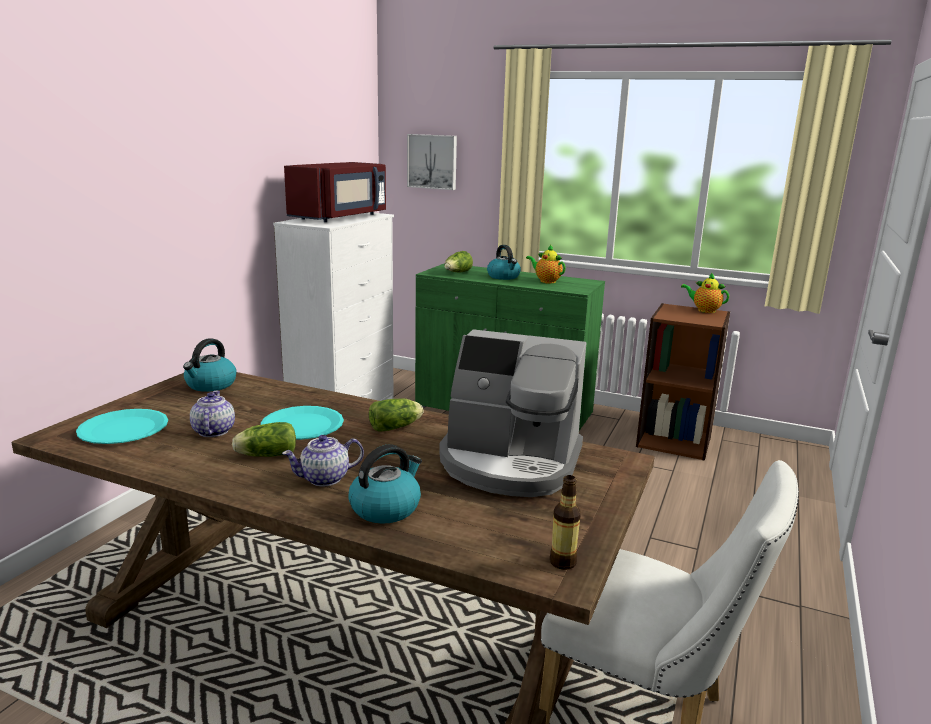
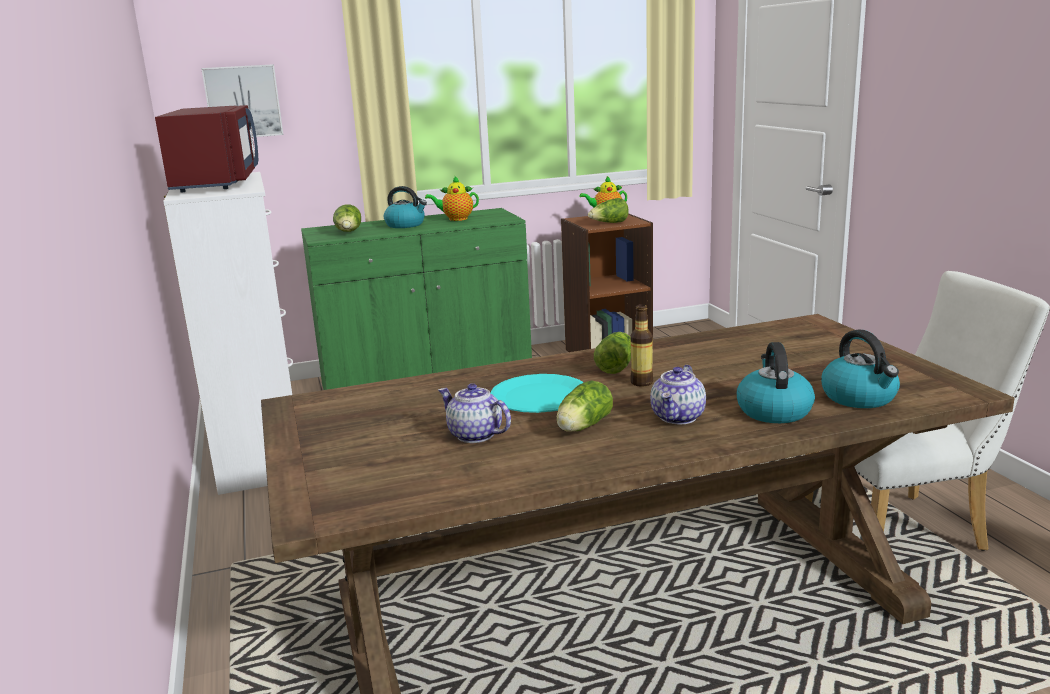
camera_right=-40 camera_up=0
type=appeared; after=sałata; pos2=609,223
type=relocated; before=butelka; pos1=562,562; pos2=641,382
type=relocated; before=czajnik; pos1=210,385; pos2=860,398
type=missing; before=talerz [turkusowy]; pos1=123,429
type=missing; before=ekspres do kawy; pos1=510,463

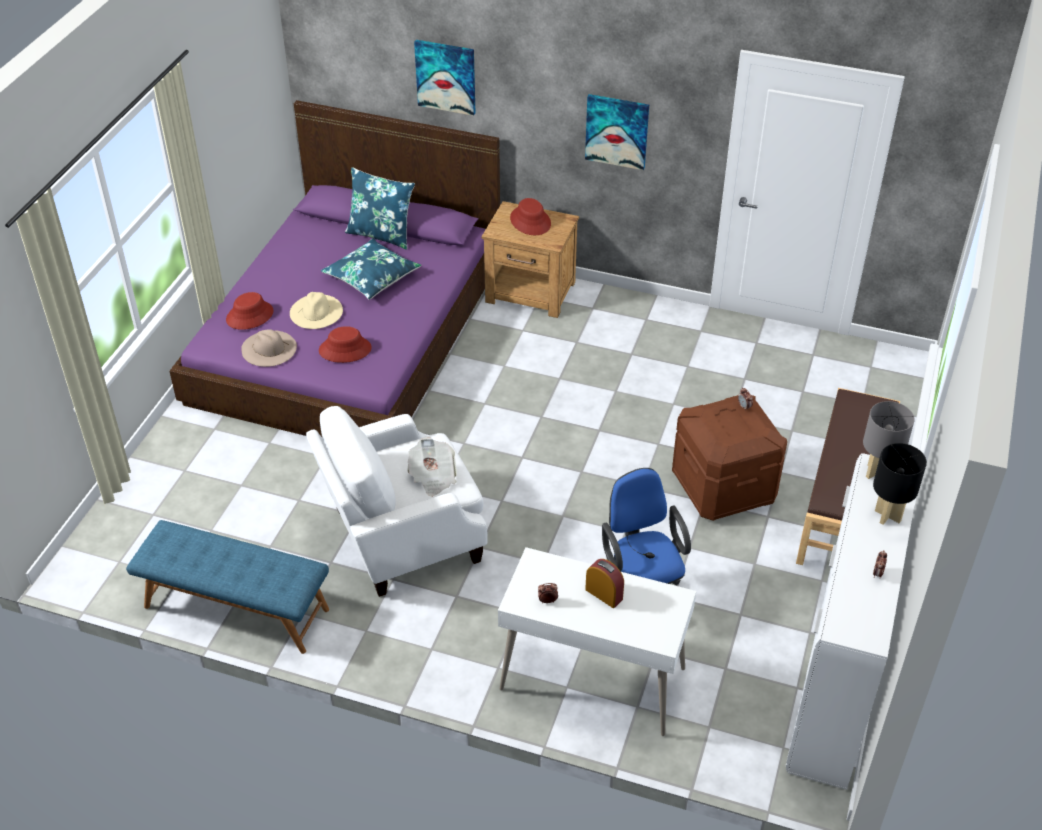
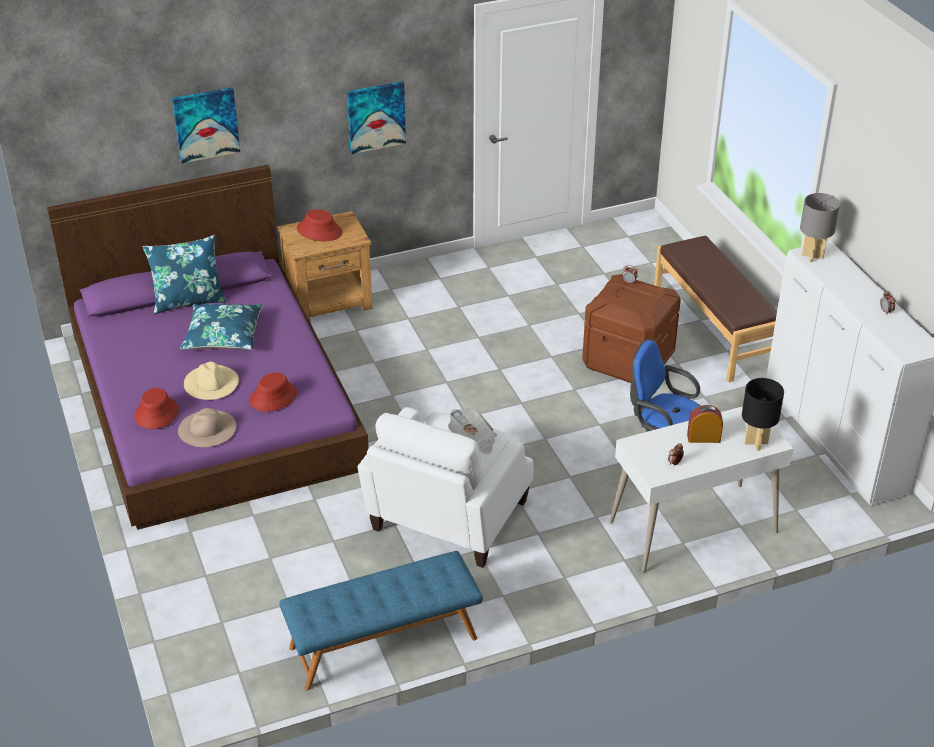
camera_right=-40 camera_up=-5
type=relocated; before=lampa stołowa [czarny]; pos1=887,515; pos2=755,443

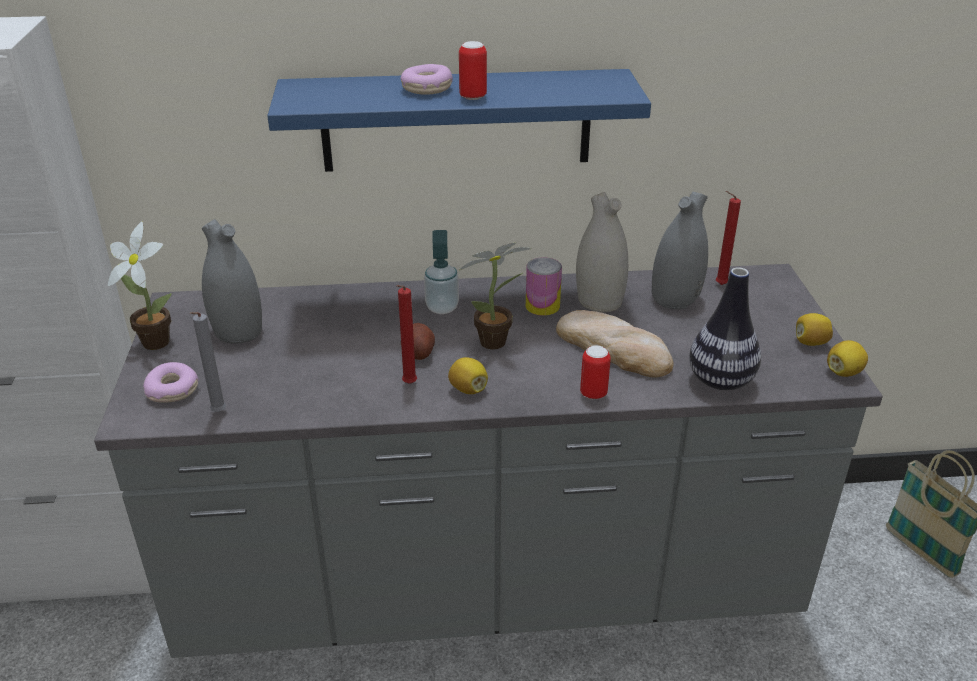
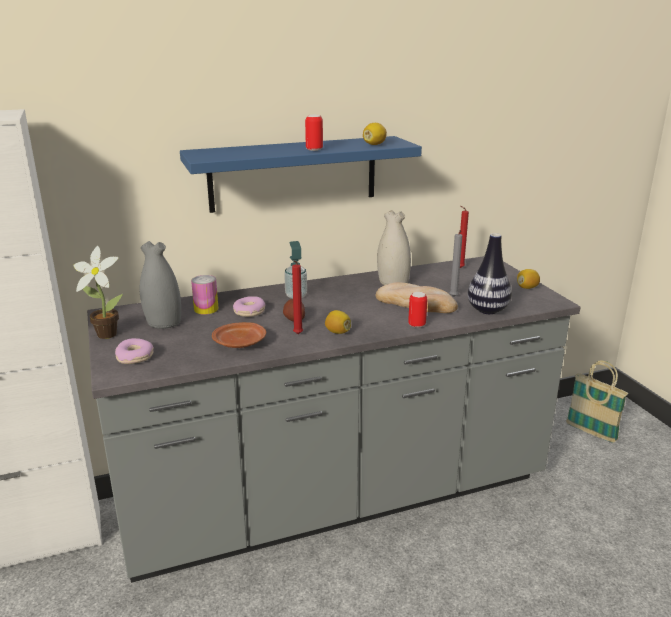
camera_right=-15 camera_up=-10
type=relocated; before=puszka; pos1=542,306; pos2=206,309
type=appeared; after=talerz [brązowy]; pos2=240,343
type=relocated; before=donut; pos1=427,88; pos2=249,312
type=relocated; before=cytryna; pos1=843,372; pos2=374,144
type=relocated; before=świeca [szary]; pos1=217,413; pos2=453,297
type=missing; before=roślina doniczkowa; pos1=497,341
type=missing; before=wazon [szary]; pos1=676,297

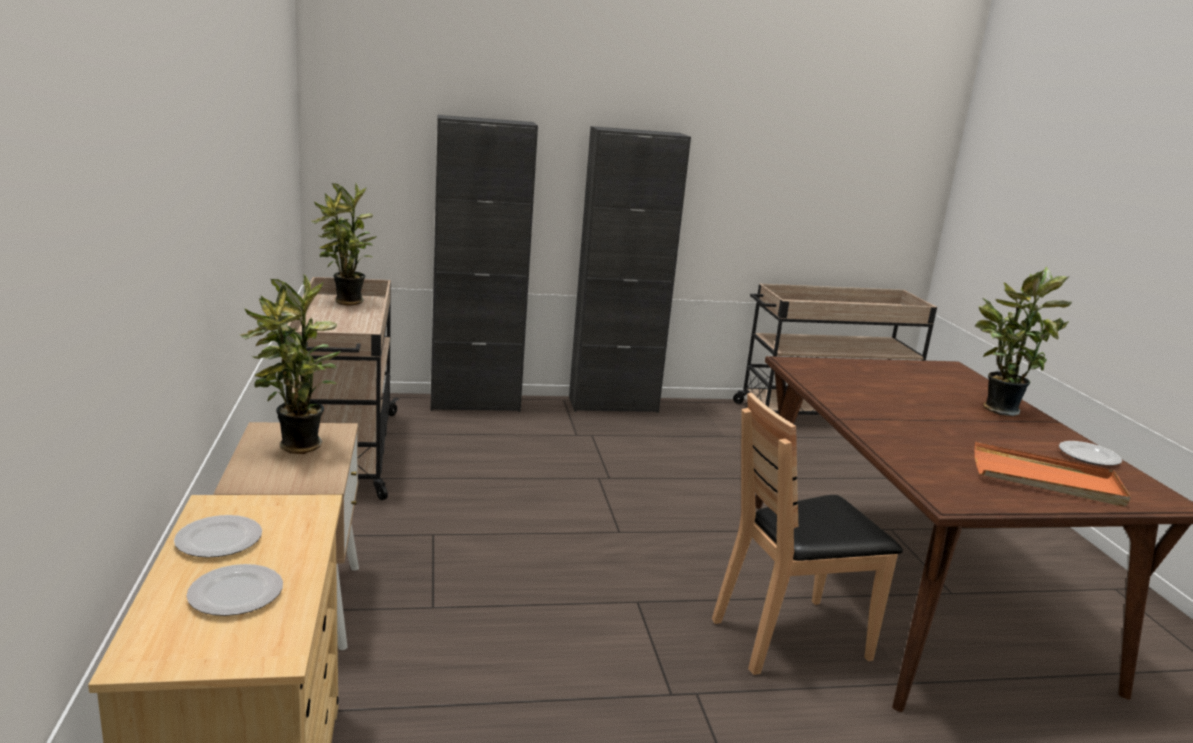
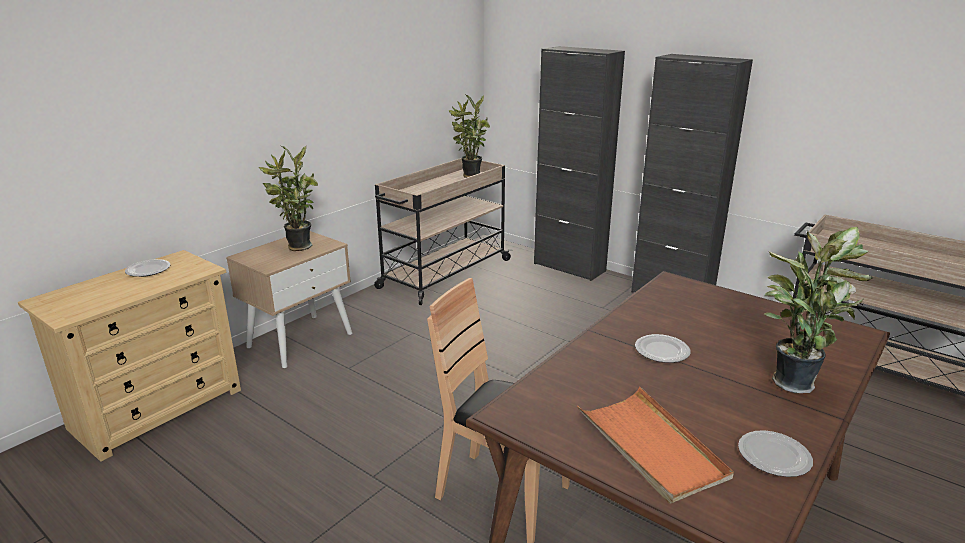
camera_right=50 camera_up=5
type=relocated; before=talerz; pos1=236,595; pos2=662,351

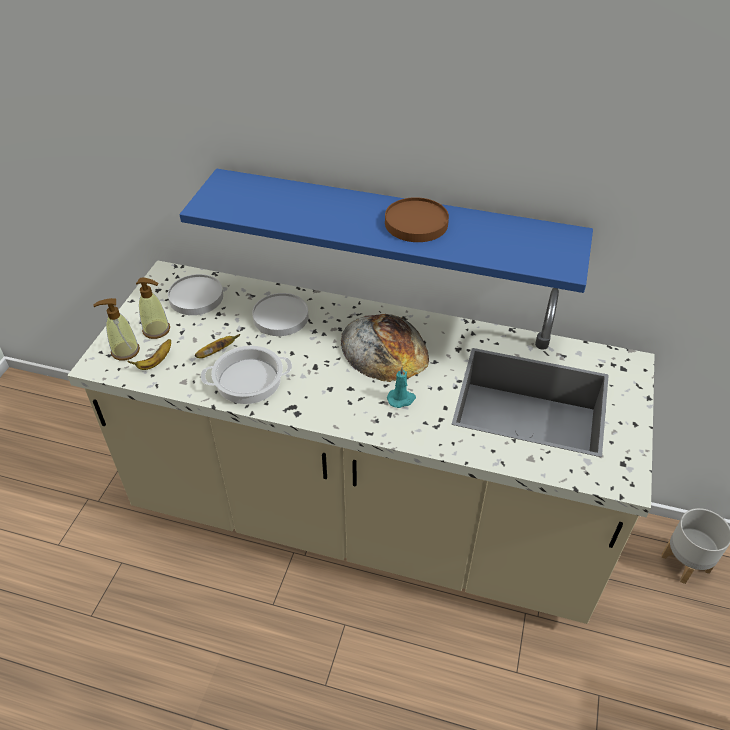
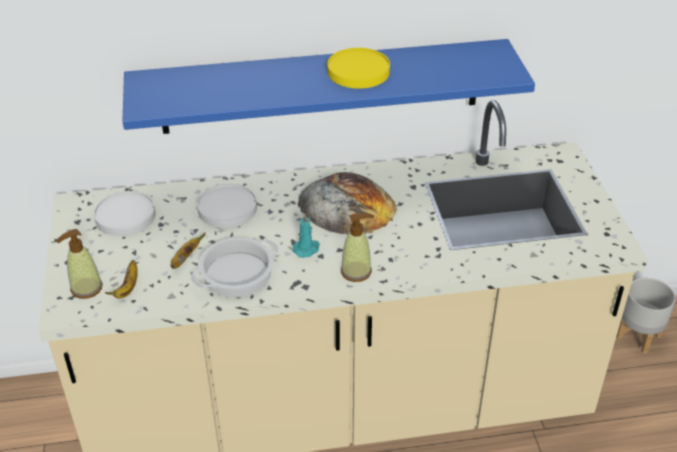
camera_right=-25 camera_up=-5
type=relocated; before=świeca [turkusowy]; pos1=401,399; pos2=307,249
type=colour; before=talerz [brązowy]; after=talerz [żółty]; pos1=416,223; pos2=359,72
type=relocated; before=dozownik mydła; pos1=156,330; pos2=356,271

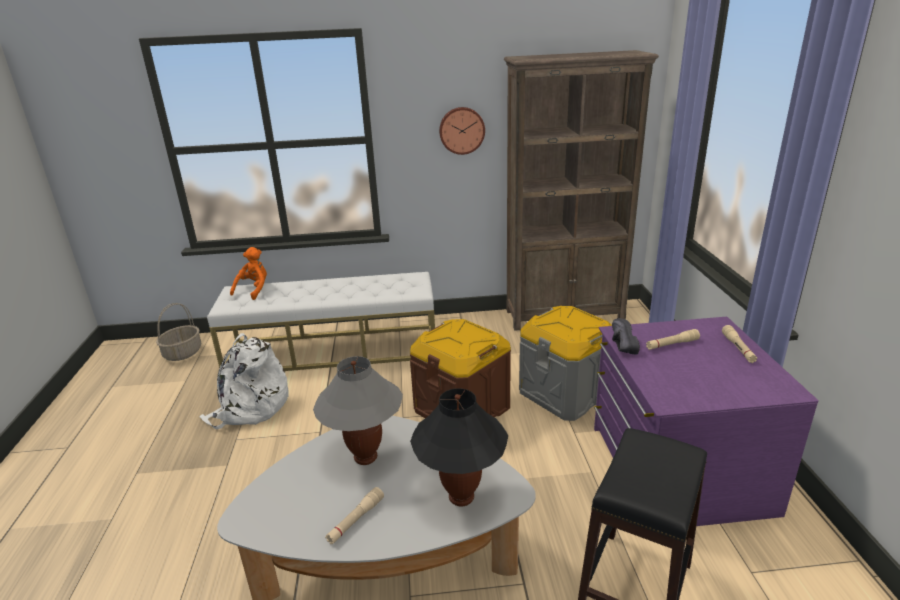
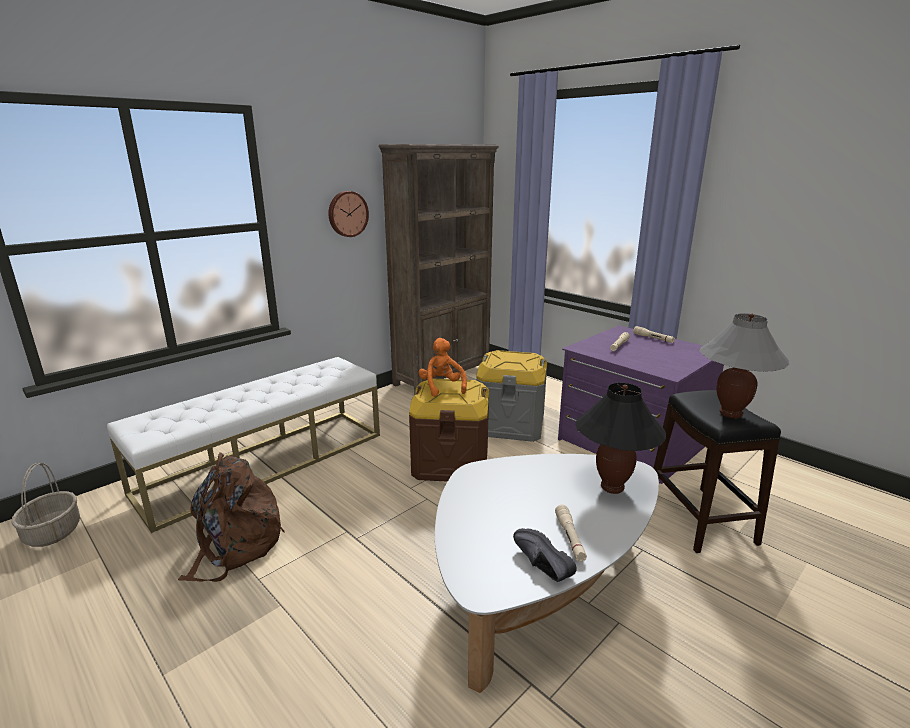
camera_right=-40 camera_up=-5
type=colour; before=plecak [biały]; after=plecak [brązowy]; pos1=250,408; pos2=235,545
type=relocated; before=pluszak [pomarańczowy]; pos1=254,290; pos2=442,387
type=relocated; before=but [czarny]; pos1=619,344; pos2=539,566
type=relocated; before=lampa stołowa [szary]; pos1=366,457; pos2=730,413

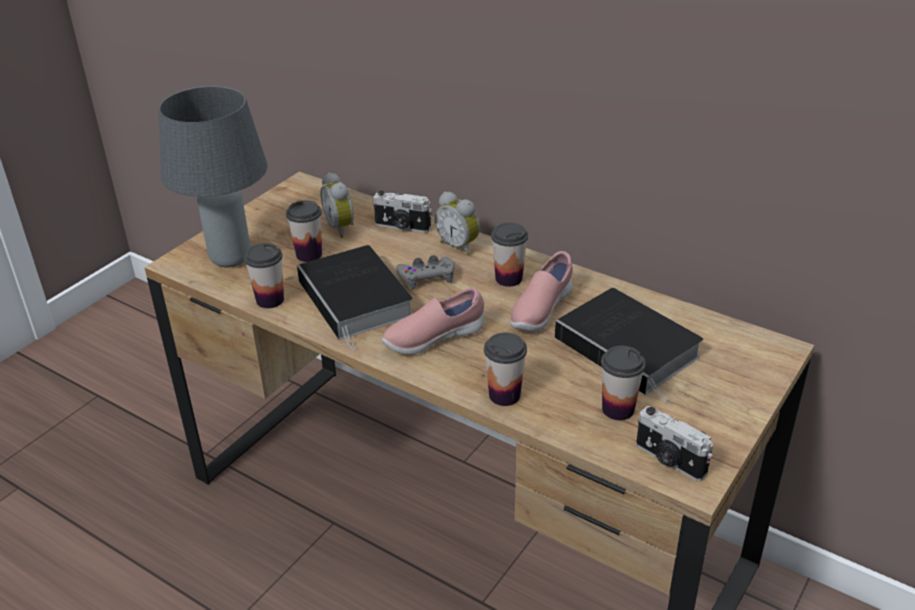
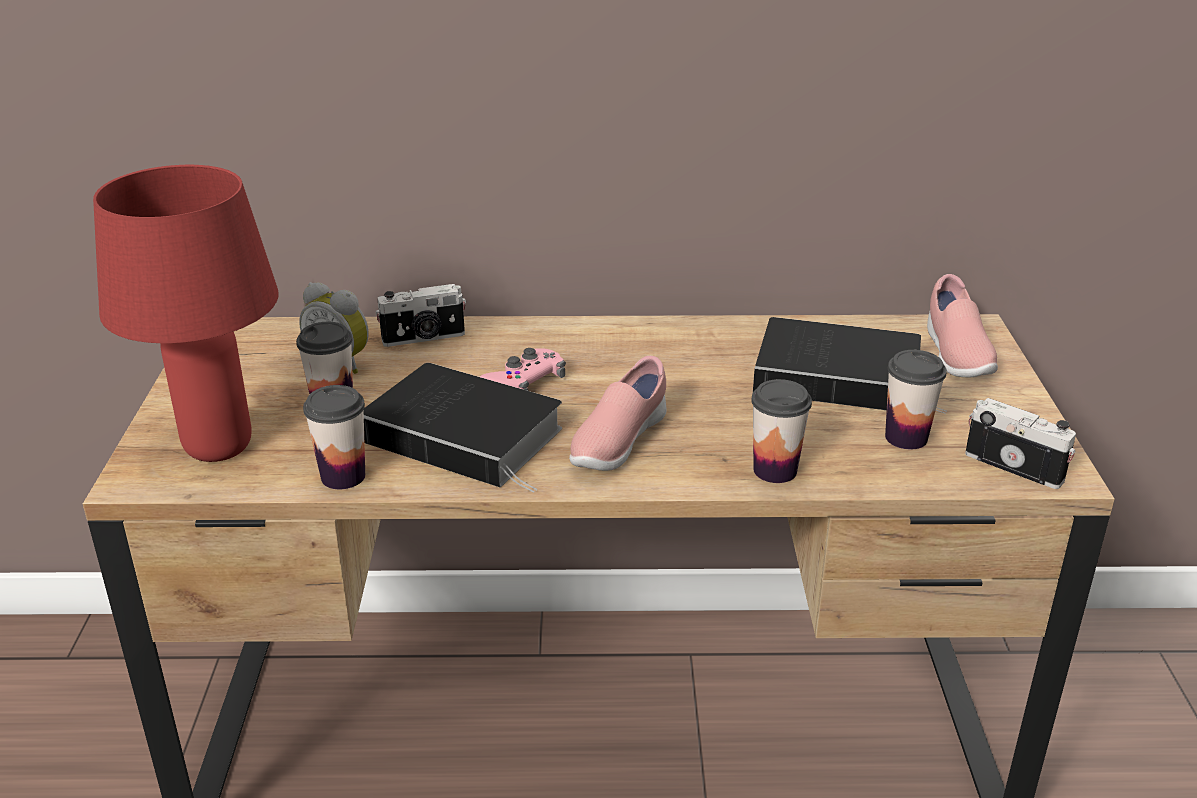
camera_right=-35 camera_up=-5
type=colour; before=lampa stołowa [szary]; after=lampa stołowa [czerwony]; pos1=230,259; pos2=219,449
type=colour; before=pad do gier [szary]; after=pad do gier [różowy]; pos1=426,277; pos2=524,381
type=relocated; before=but [różowy]; pos1=540,310; pos2=955,354
type=spun; before=aparat fotograficzny; pos1=669,460; pos2=1015,465; turn=-150
type=missing; before=budzik; pos1=459,246
type=missing; before=filiżanka; pos1=508,278

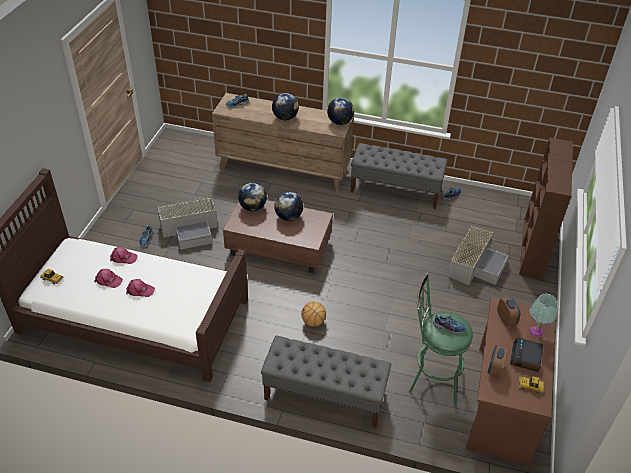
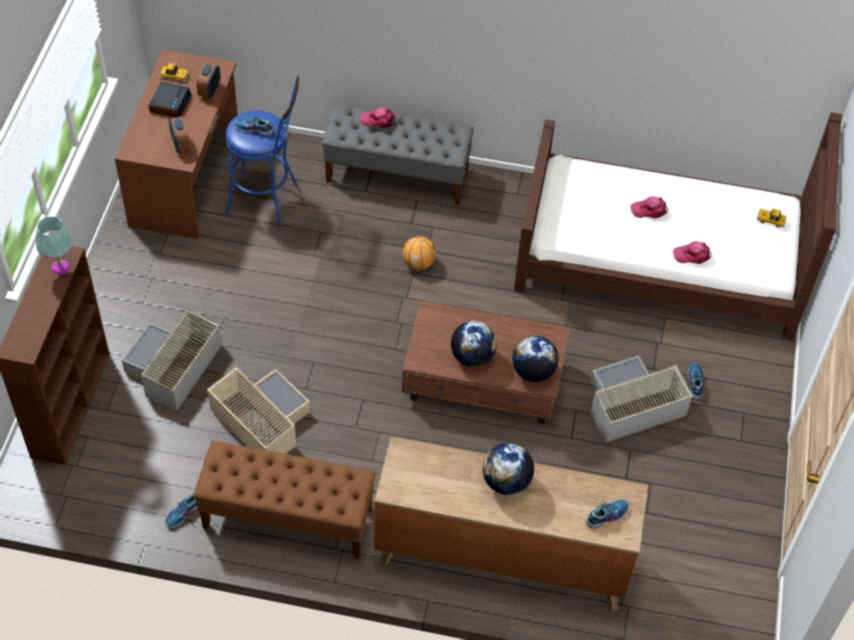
camera_right=175 camera_up=10
type=relocated; before=lampa stołowa [turkusowy]; pos1=536,331; pos2=60,267
type=colour; before=ławka [szary]; after=ławka [brązowy]; pos1=396,190; pos2=287,518
type=appeared; after=pojemnik do przechowywania [beżowy]; pos2=260,419
type=colour; before=stołek [zielony]; after=stołek [niebieski]; pos1=430,378; pos2=268,200
type=relocated; before=czapka z daszkiem [różowy]; pos1=108,280; pos2=378,120
type=missing; before=globus; pos1=340,122

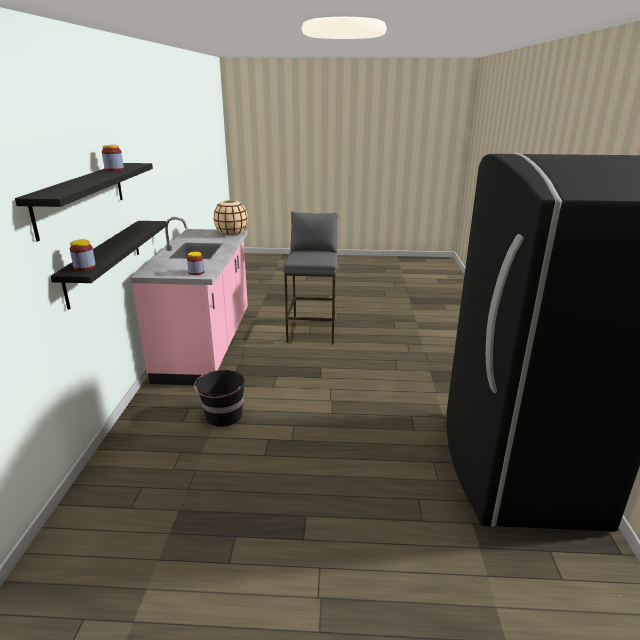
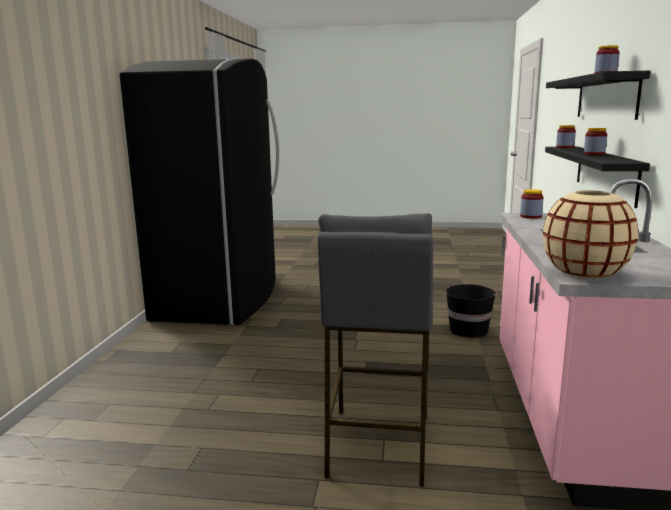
camera_right=-175 camera_up=-10
type=appeared; after=słoik; pos2=594,154

